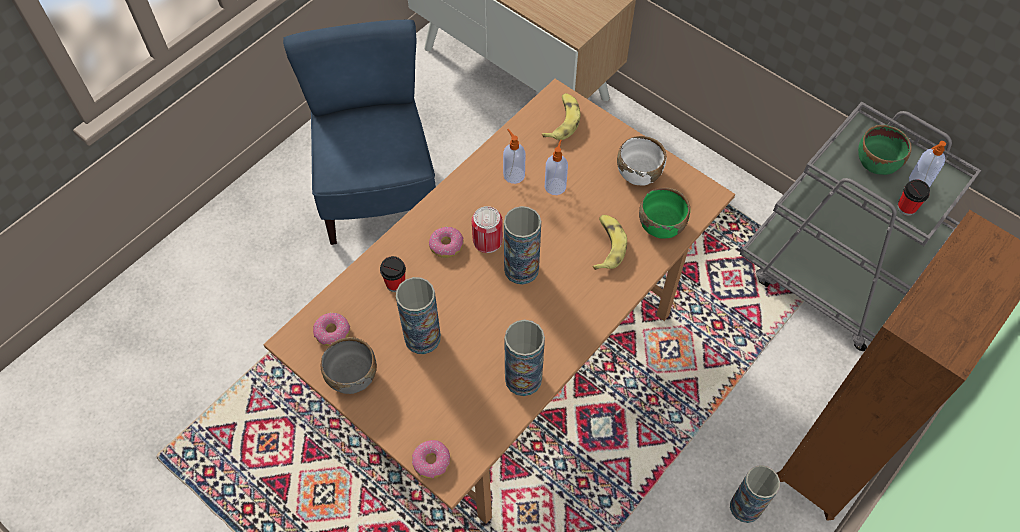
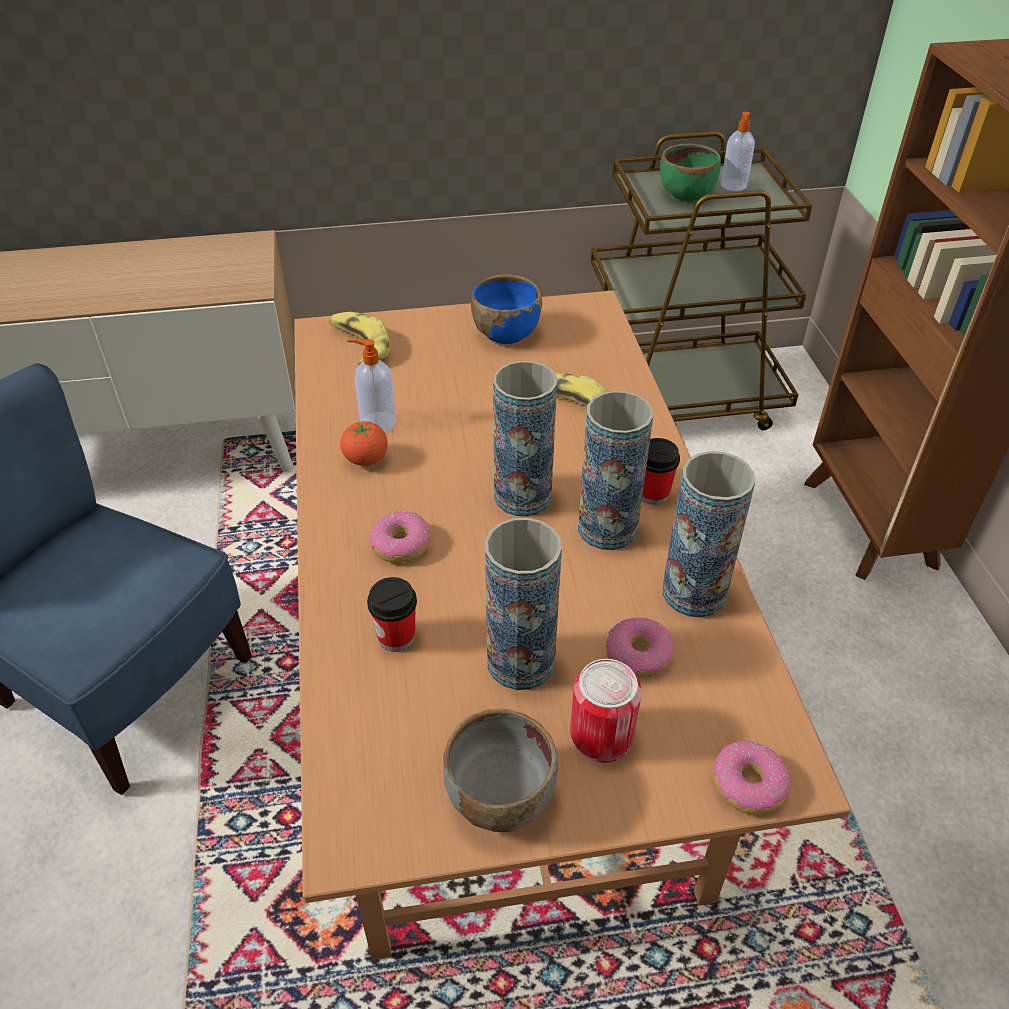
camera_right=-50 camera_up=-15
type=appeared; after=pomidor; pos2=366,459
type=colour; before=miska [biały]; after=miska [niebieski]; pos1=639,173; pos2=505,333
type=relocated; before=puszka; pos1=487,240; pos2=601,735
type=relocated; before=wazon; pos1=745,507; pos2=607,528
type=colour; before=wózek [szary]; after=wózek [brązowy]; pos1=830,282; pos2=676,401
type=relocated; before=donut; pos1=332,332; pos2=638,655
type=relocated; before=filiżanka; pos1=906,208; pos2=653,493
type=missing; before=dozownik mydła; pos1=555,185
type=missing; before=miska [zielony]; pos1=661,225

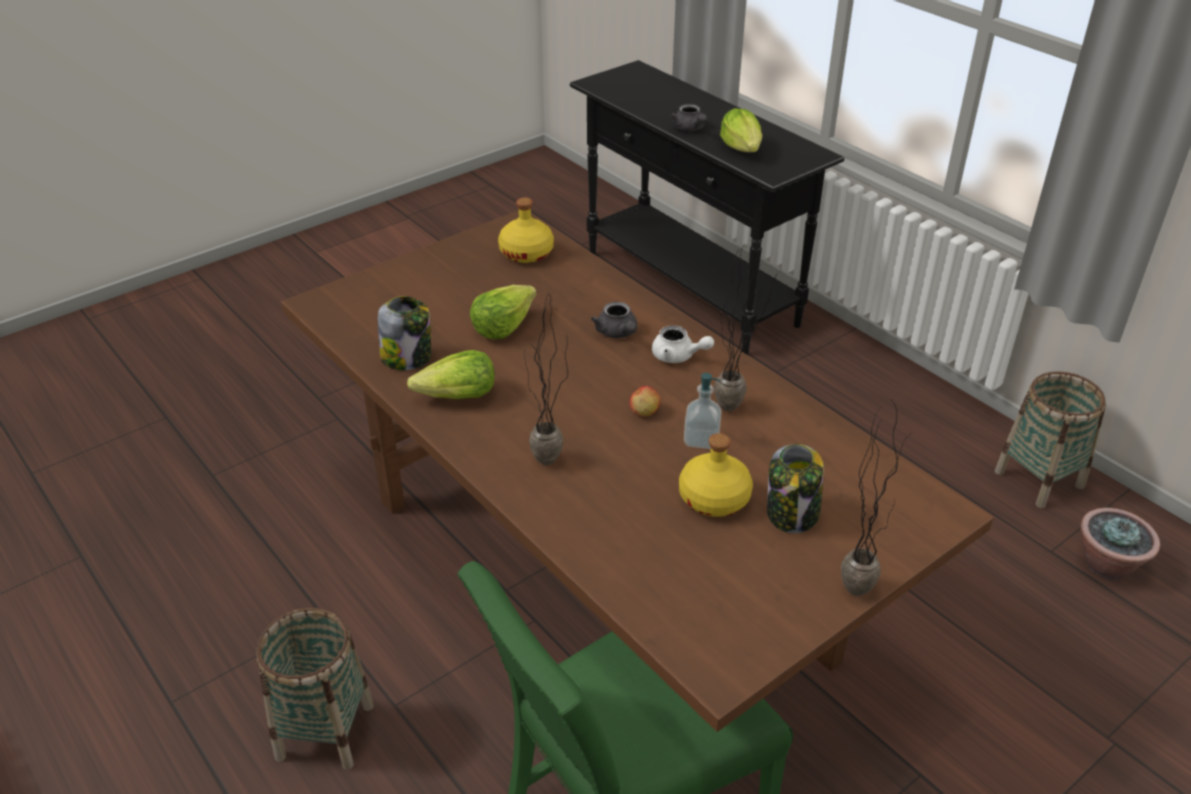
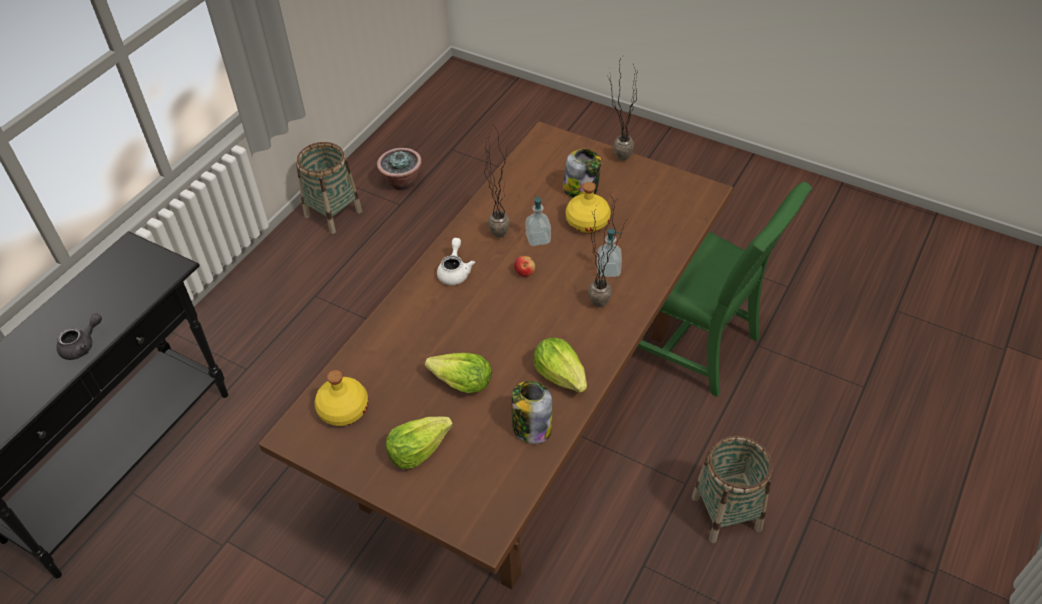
camera_right=-110 camera_up=10
type=relocated; before=sałata; pos1=742,148; pos2=418,449
type=appeared; after=dozownik mydła; pos2=608,270
type=missing; before=imbryk [szary]; pos1=618,333

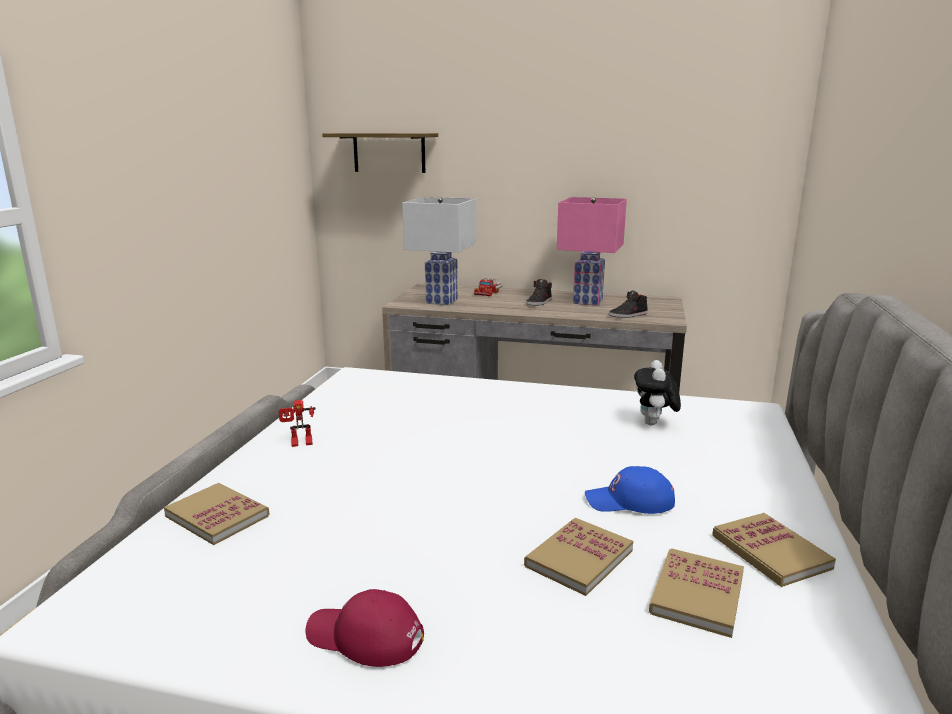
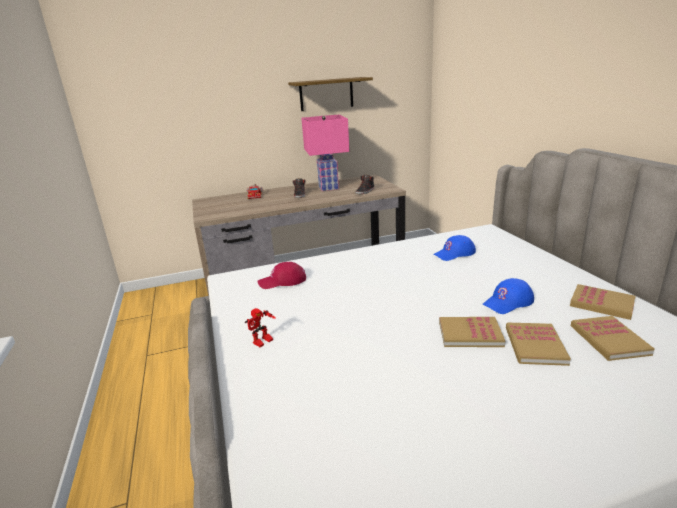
camera_right=-30 camera_up=5
type=relocated; before=czapka z daszkiem [czerwony]; pos1=364,637; pos2=282,281
type=relocated; before=półka; pos1=389,152; pos2=326,94
type=exchanged; before=pluszak; after=czapka z daszkiem [niebieski]; pos1=654,424; pos2=454,253
type=relocated; before=książka; pos1=217,516; pos2=470,334
type=missing; before=lampa stołowa [biały]; pos1=442,301

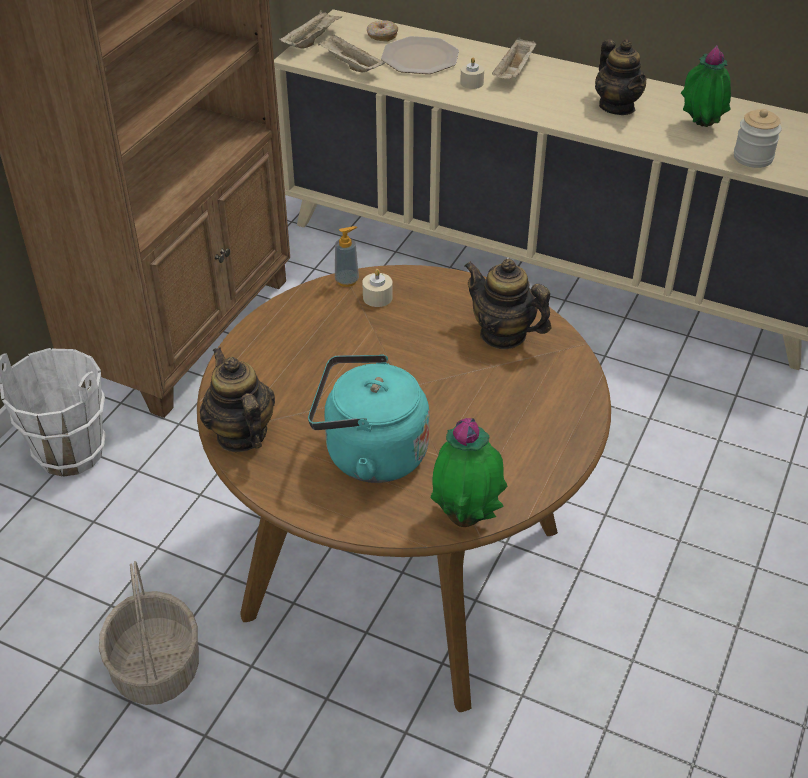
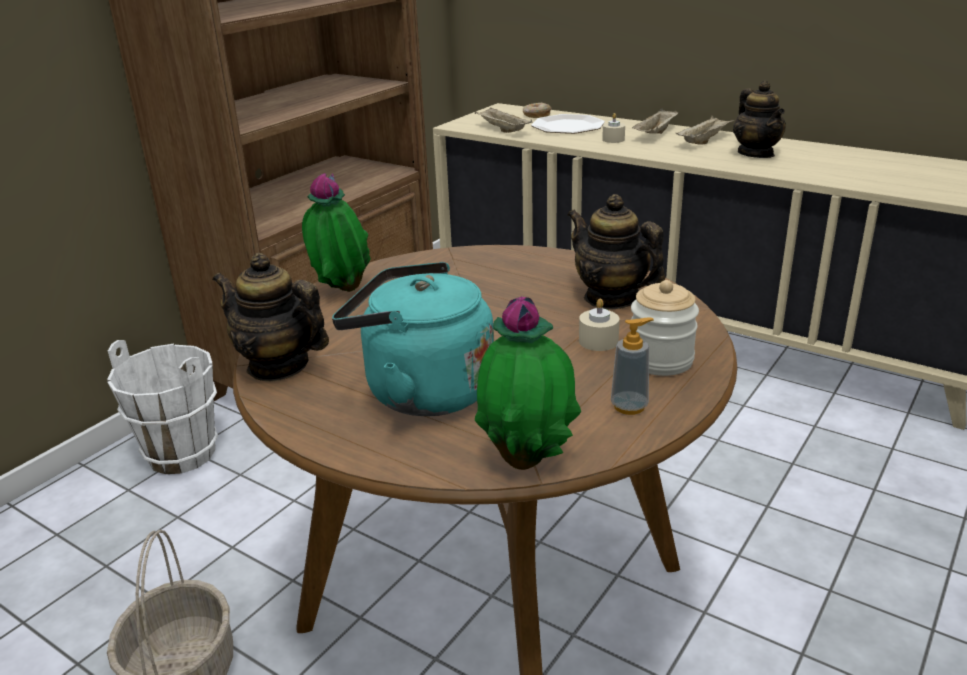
camera_right=10 camera_up=-15
type=spun; before=imbryk; pos1=241,435; pos2=278,366; turn=-45
type=relocated; before=roślina doniczkowa; pos1=699,127; pos2=341,292
type=relocated; before=świeca [beżowy]; pos1=377,297; pos2=598,341
type=relocated; before=dozownik mydła; pos1=347,280; pos2=629,406
type=relocated; before=słoik; pos1=753,157; pos2=660,360
type=relocated; before=taca [beżowy]; pos1=311,41; pos2=704,141

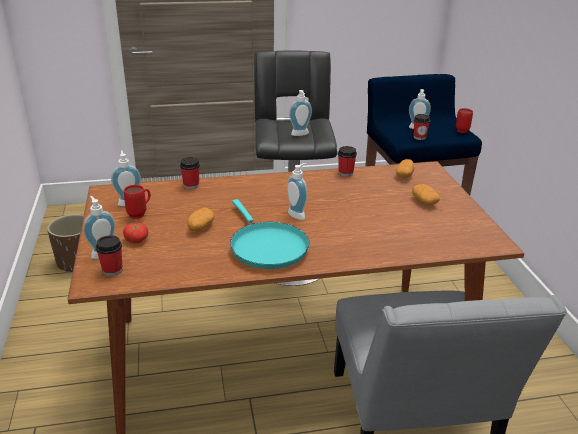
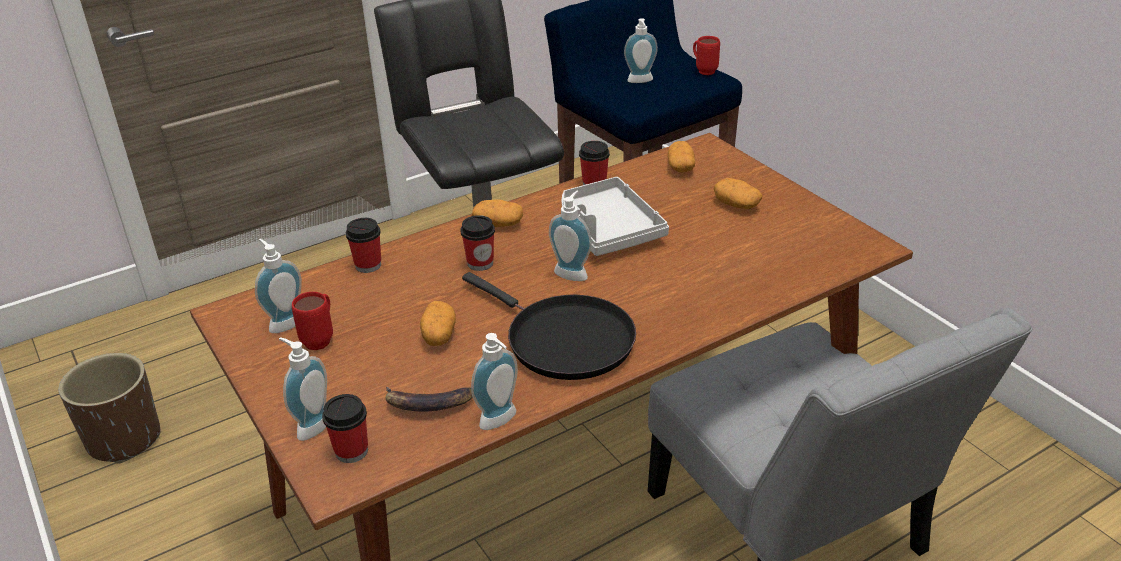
camera_right=-20 camera_up=5
type=appeared; after=banan; pos2=427,404
type=relocated; before=filiżanka; pos1=419,137; pos2=480,263
type=colour; before=patelnia [turkusowy]; after=patelnia [czarny]; pos1=266,247; pos2=563,340
type=relocated; before=dozownik mydła; pos1=300,135; pos2=501,421
type=appeared; after=ziemniak; pos2=498,225
type=appeared; after=taca [szary]; pos2=607,230
type=missing; before=pomidor; pos1=137,239

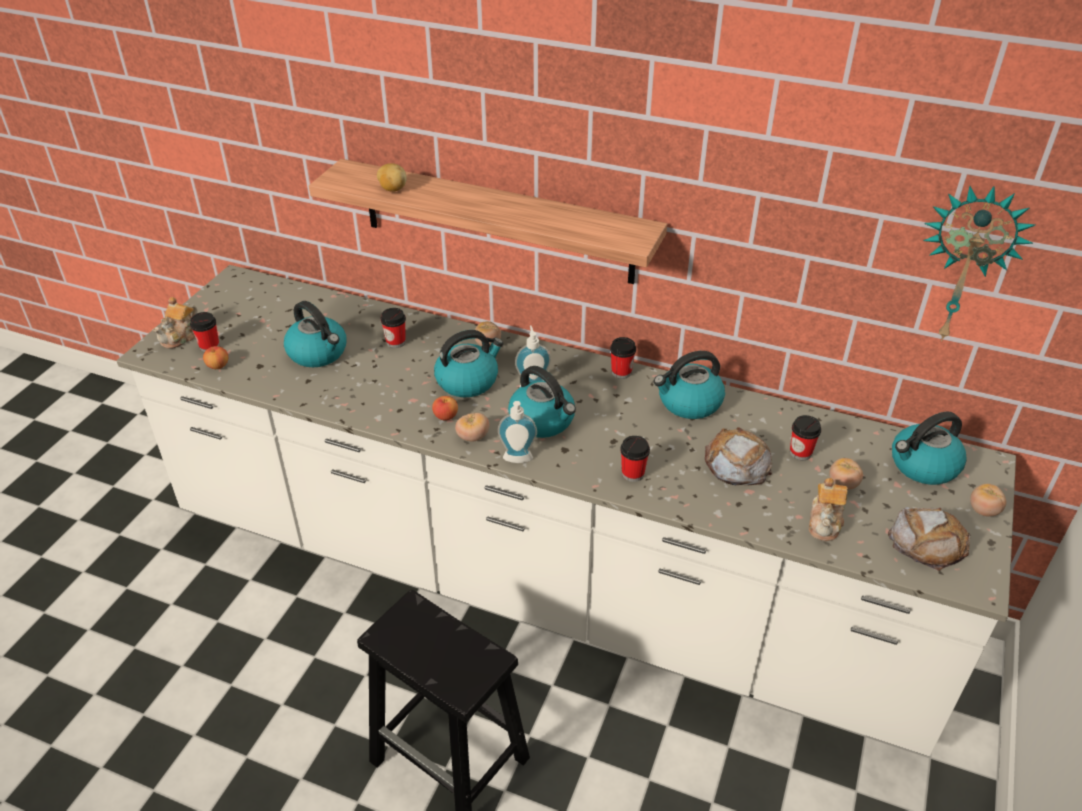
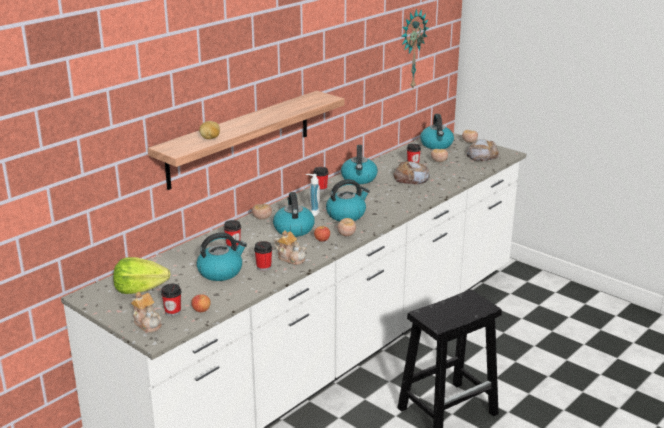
camera_right=-70 camera_up=-15
type=appeared; after=sałata; pos2=139,289
type=relocated; before=filiżanka; pos1=633,474; pos2=263,267
type=relocated; before=imbryk; pos1=825,522; pos2=291,258
type=missing; before=dozownik mydła; pos1=517,460

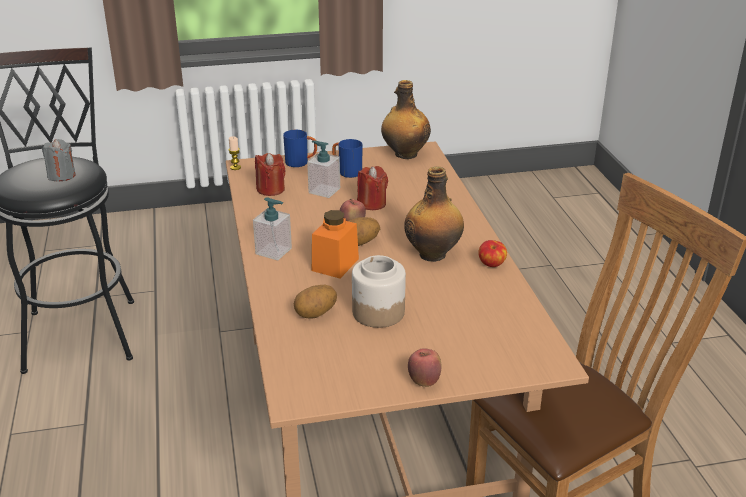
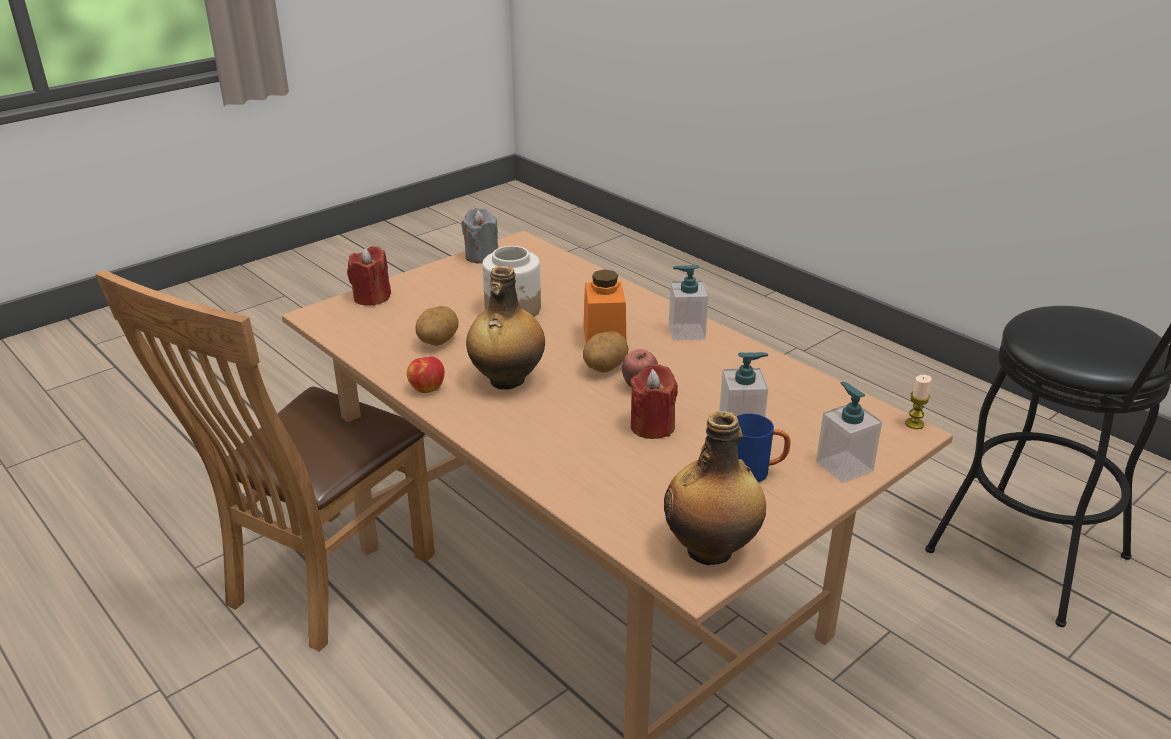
camera_right=150 camera_up=0
type=relocated; before=świeca [czerwony]; pos1=270,189; pos2=372,297
type=relocated; before=ziemniak; pos1=316,314; pos2=437,342
type=relocated; before=świeca [szary]; pos1=61,175; pos2=482,256
type=exchanged; before=kubek [niebieski]; after=dozownik mydła; pos1=301,163; pos2=844,466
type=missing; before=jabłko; pos1=424,381

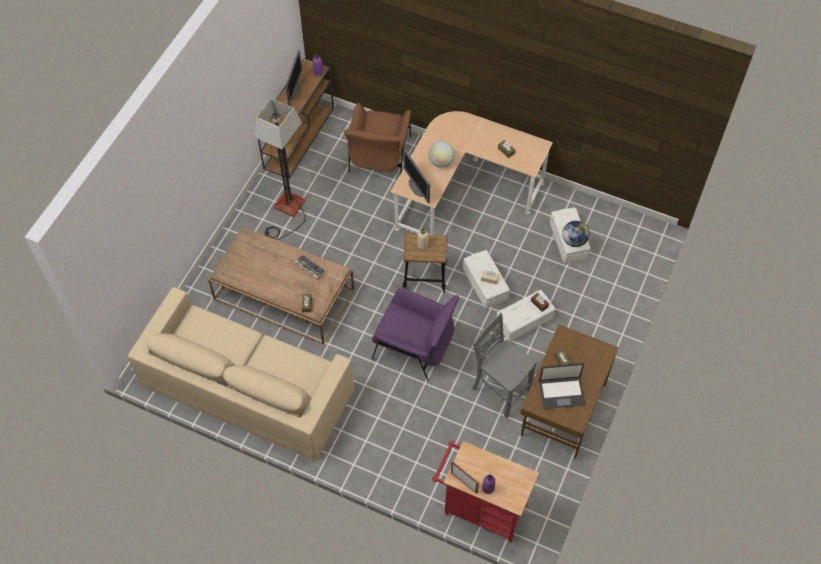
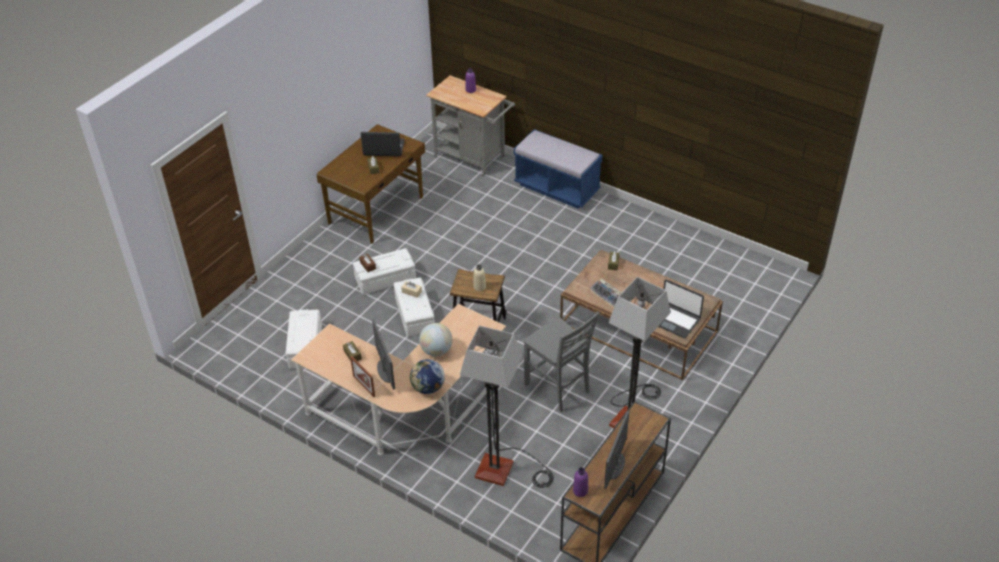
camera_right=-170 camera_up=-15
type=relocated; before=ramka na zdjęcie; pos1=464,482; pos2=364,386
type=relocated; before=monitor; pos1=416,188; pos2=385,371
type=relocated; before=globus; pos1=574,241; pos2=428,388
type=colour; before=wózek [czerwony]; after=wózek [szary]; pos1=480,508; pos2=473,158
type=exchanged; before=fotel [brązowy]; after=lampa stojąca; pos1=379,157; pos2=505,470
type=appeared; after=ławka [niebieski]; pos2=557,188
type=relocated; before=krzesło [szary]; pos1=500,389; pos2=558,388
type=appeared; after=laptop; pos2=674,320
type=missing; before=kanapa [beżowy]; pos1=246,385
type=missing; before=fotel [fioletowy]; pos1=414,347

